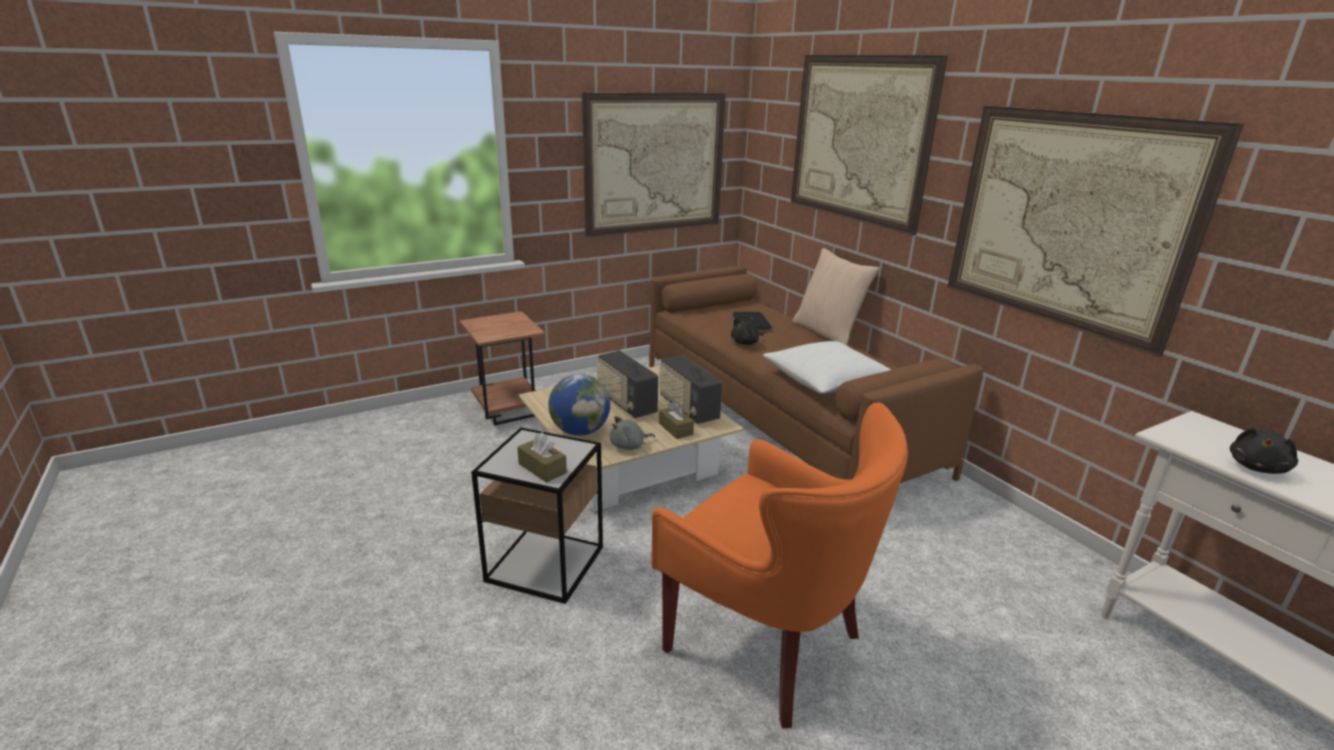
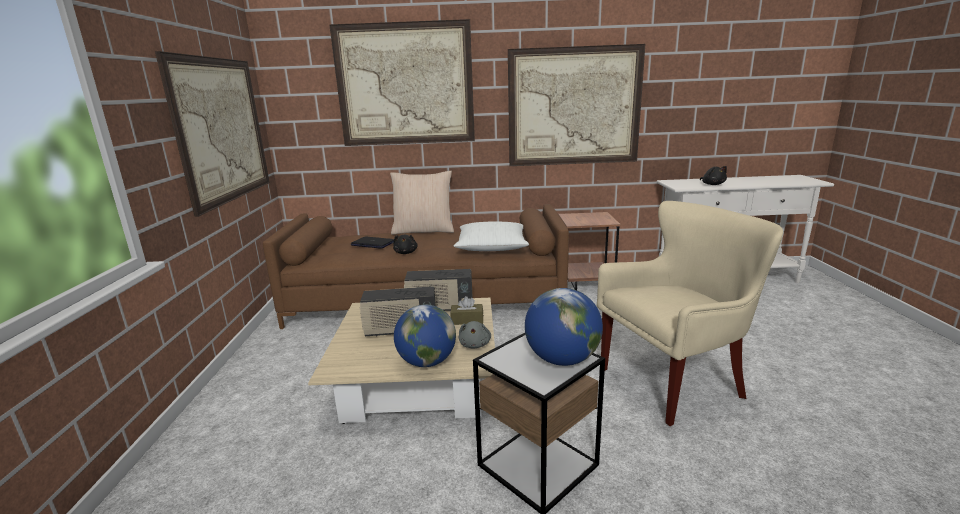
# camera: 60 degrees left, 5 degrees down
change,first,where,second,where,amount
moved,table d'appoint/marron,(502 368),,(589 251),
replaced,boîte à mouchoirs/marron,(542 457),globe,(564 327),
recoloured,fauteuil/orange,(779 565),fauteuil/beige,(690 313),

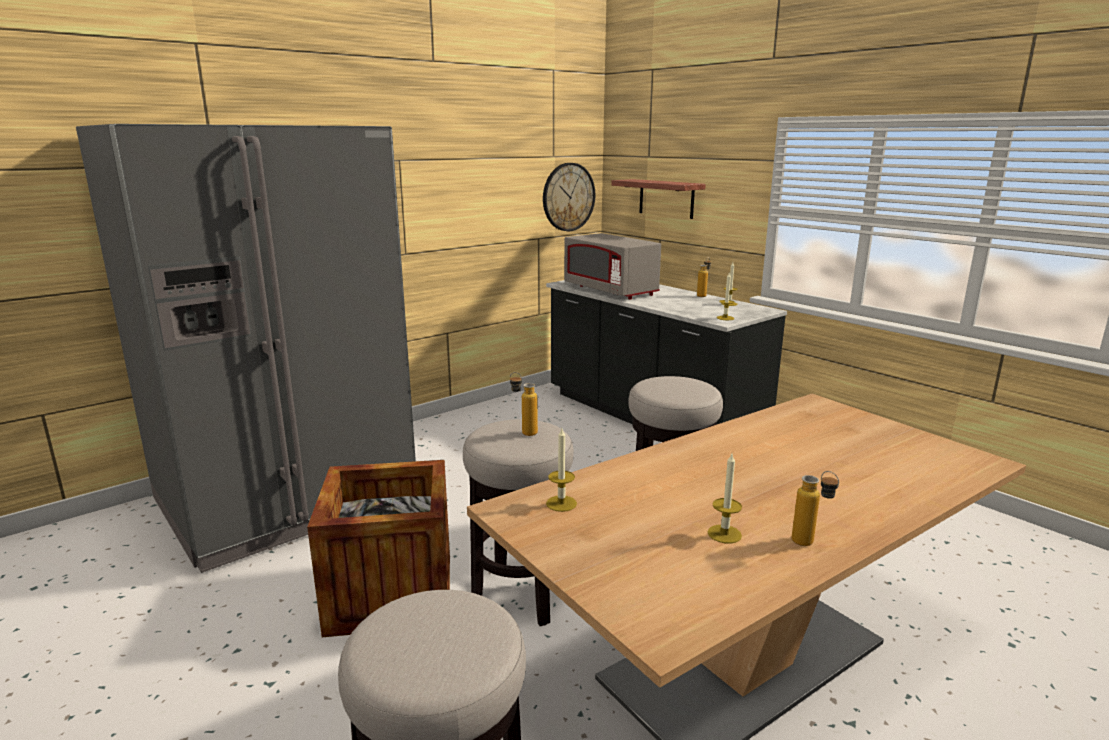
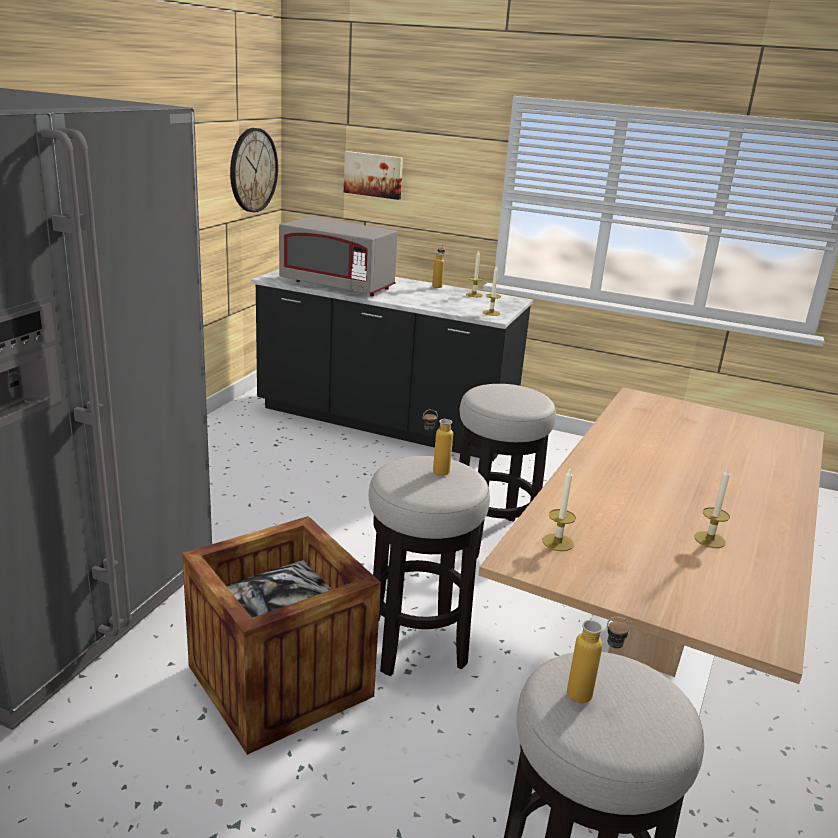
# camera: 30 degrees left, 5 degrees up
change,first,where,second,where,amount
replaced,étagère,(658 199),tableau,(373 175),
moved,bouteille,(815 508),,(599 660),

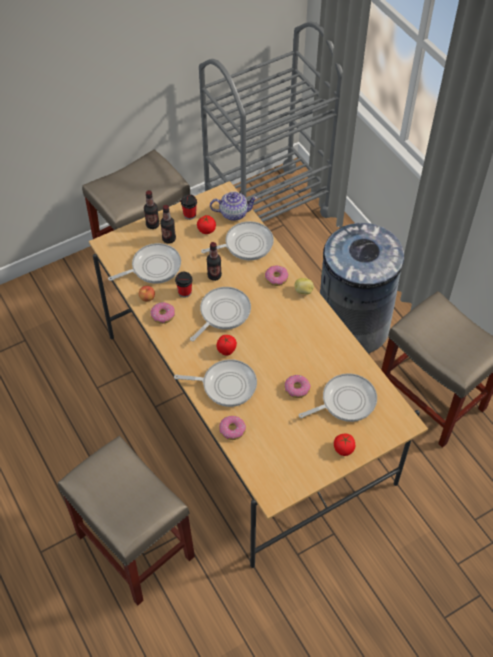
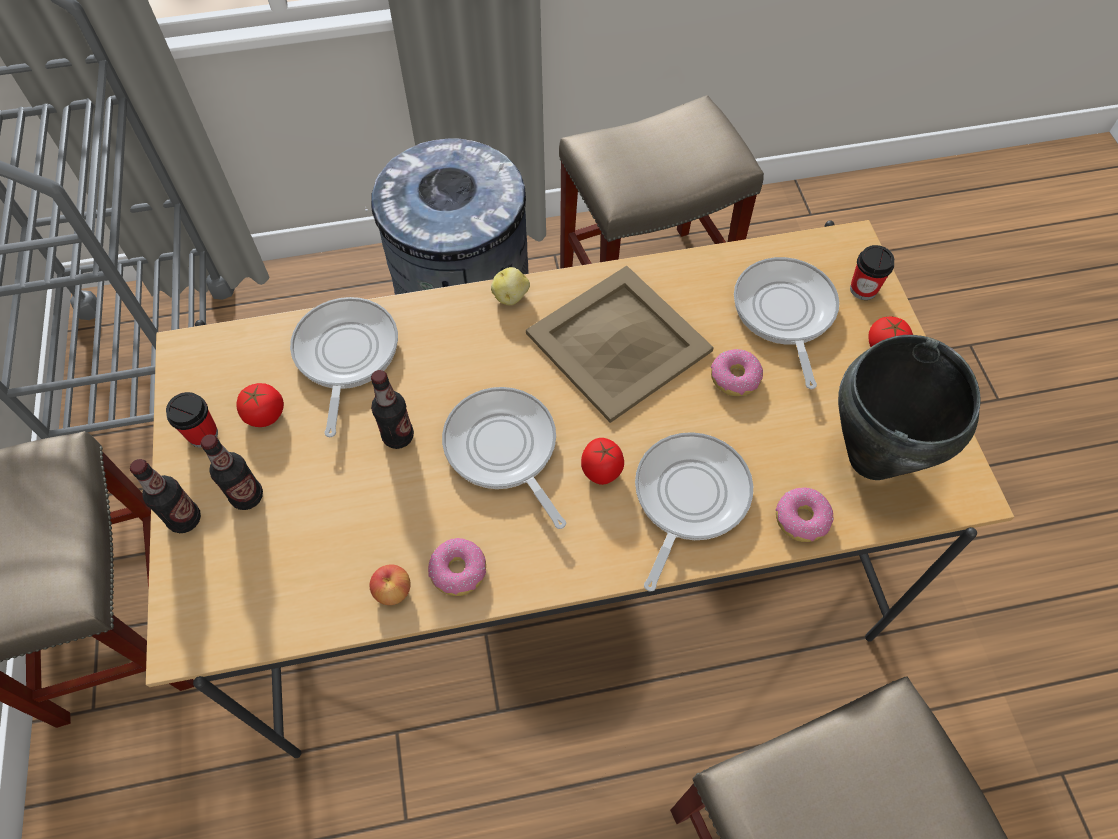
# camera: 70 degrees left, 5 degrees up
change,first,where,second,where,amount
removed,poêle,(144 263),,,
moved,tasse,(184 285),,(872 272),
removed,théière,(234 206),,,
removed,beignet,(276 275),,,
added,,,plateau/beige,(620 344),
added,,,marmite/noir,(909 407),

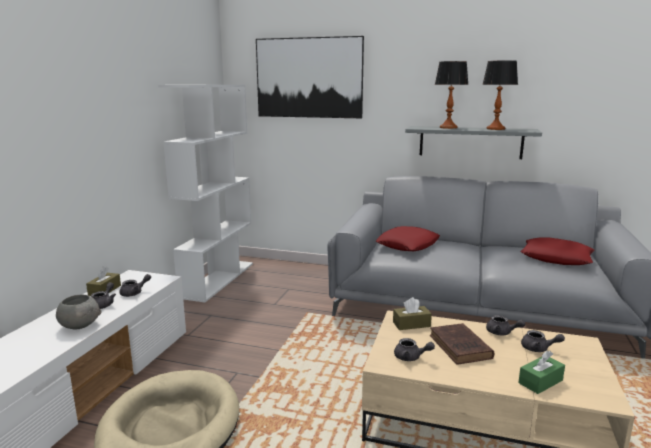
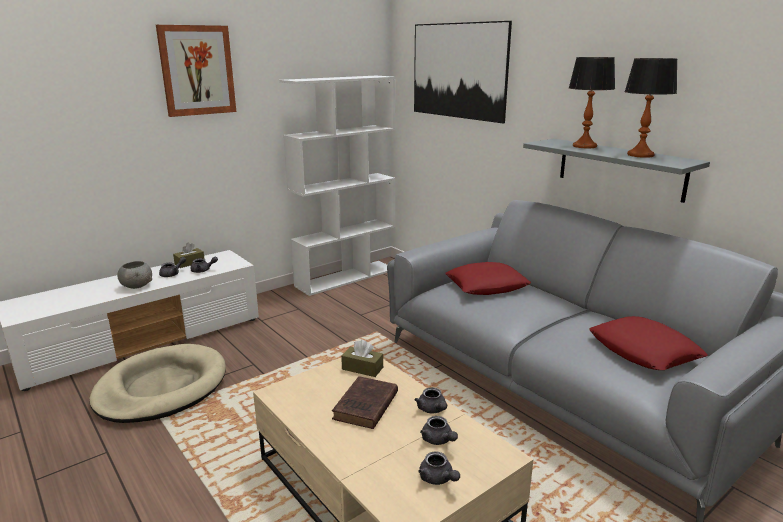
# camera: 35 degrees right, 5 degrees up
change,first,where,second,where,amount
moved,théière/gris,(414 349),,(439 468),
removed,boîte à mouchoirs/vert,(541 372),,,
added,,,tableau,(196 71),

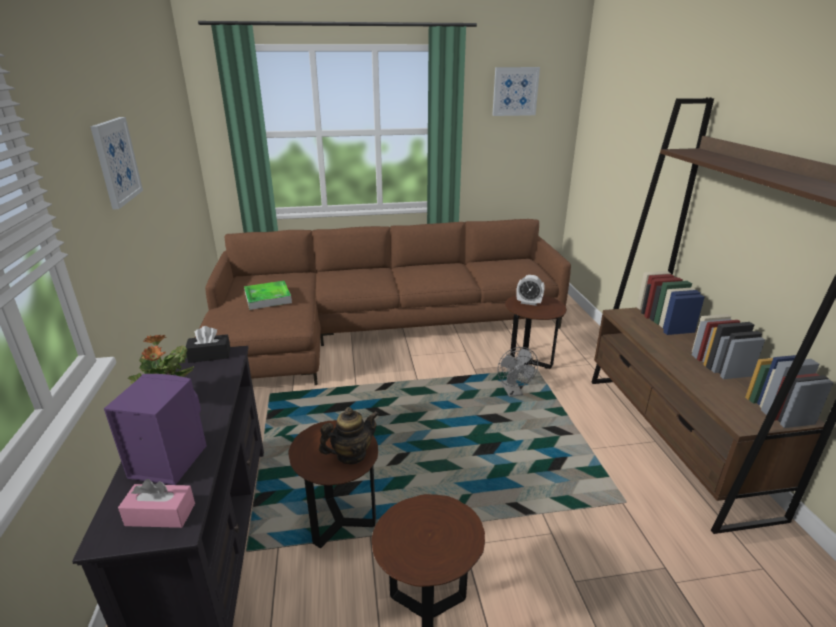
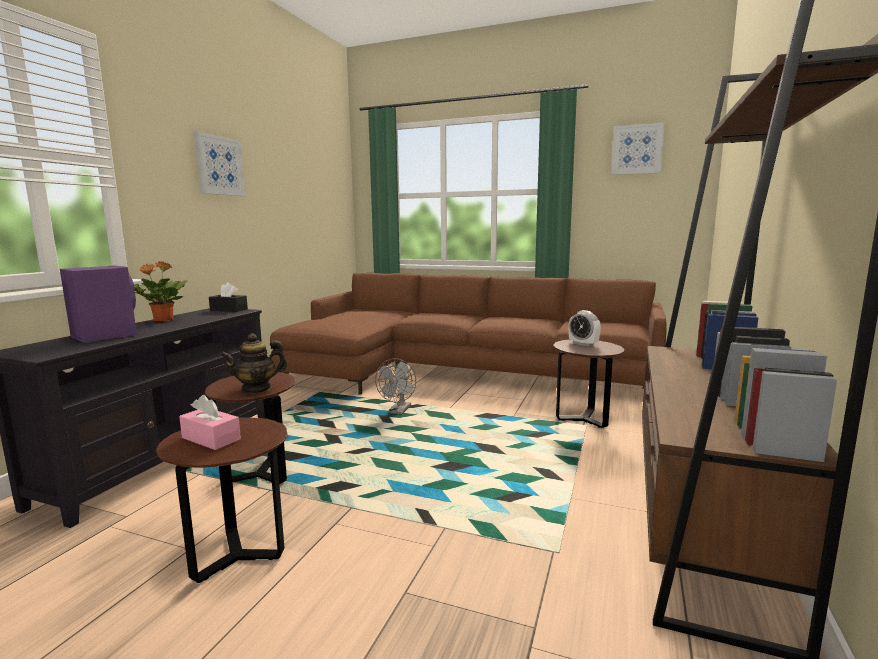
# camera: 30 degrees right, 15 degrees down
change,first,where,second,where,amount
moved,boîte à mouchoirs/rose,(156 503),,(210 422),
removed,plateau,(268 295),,,
turned,théière,(349 435),,(254 363),150 degrees clockwise
moved,ventilateur/gris,(517 372),,(395 386),

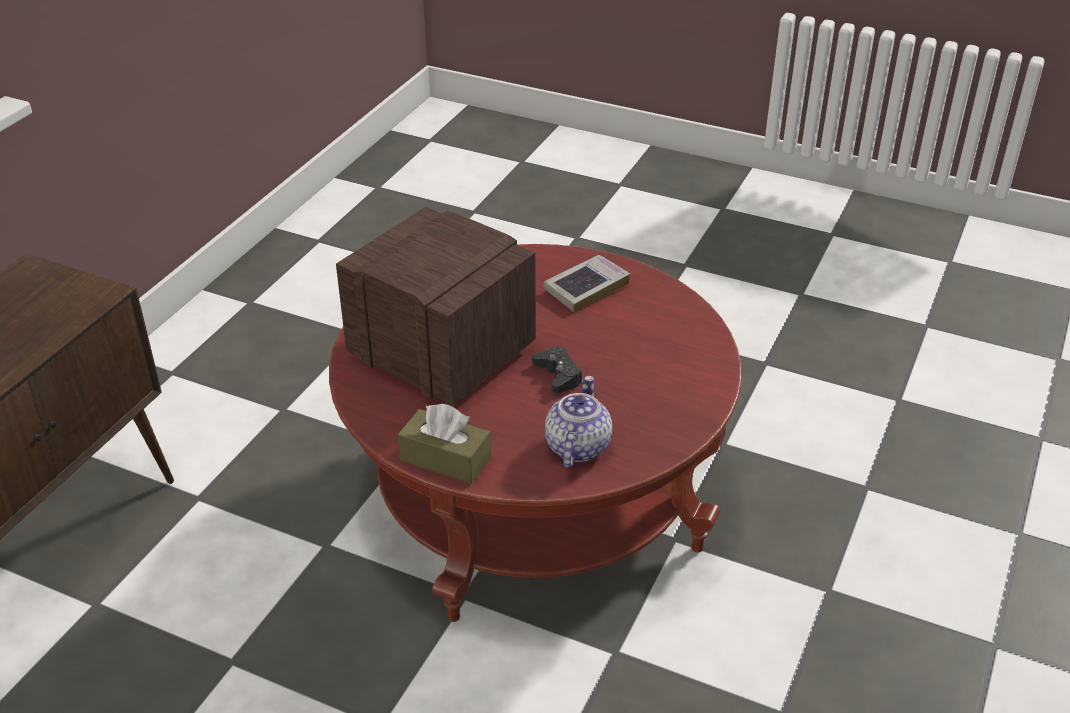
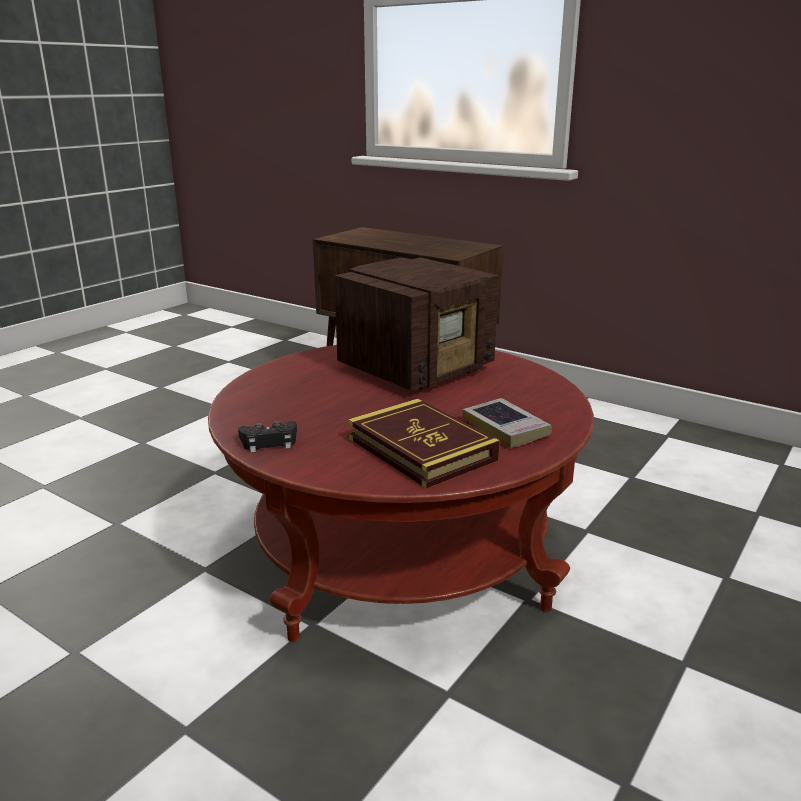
# camera: 100 degrees right, 15 degrees down
change,first,where,second,where,amount
removed,boîte à mouchoirs/marron,(444 444),,,
moved,manette/noir,(557 370),,(267 437),
removed,théière,(578 422),,,
added,,,livre,(424 444),

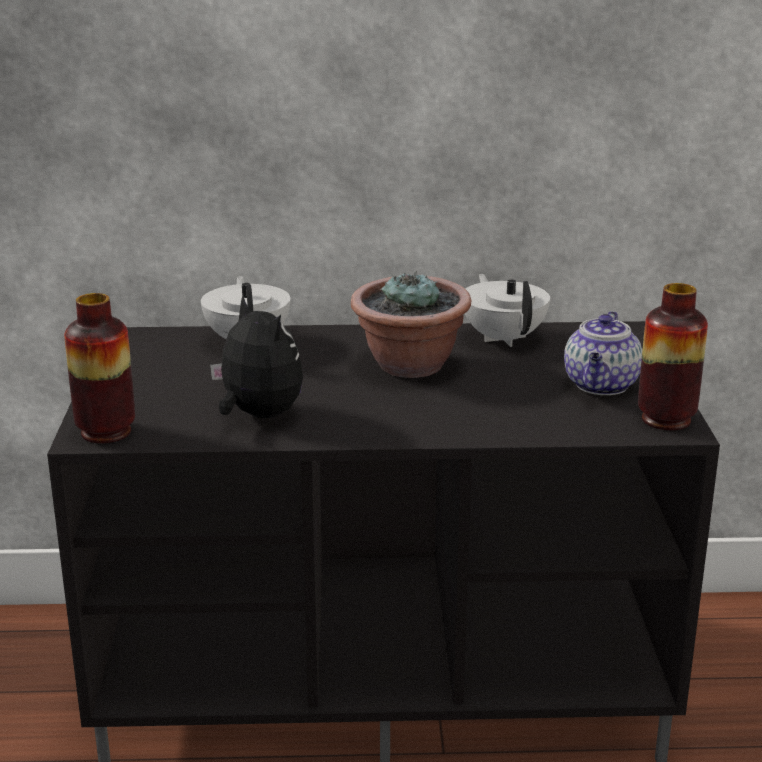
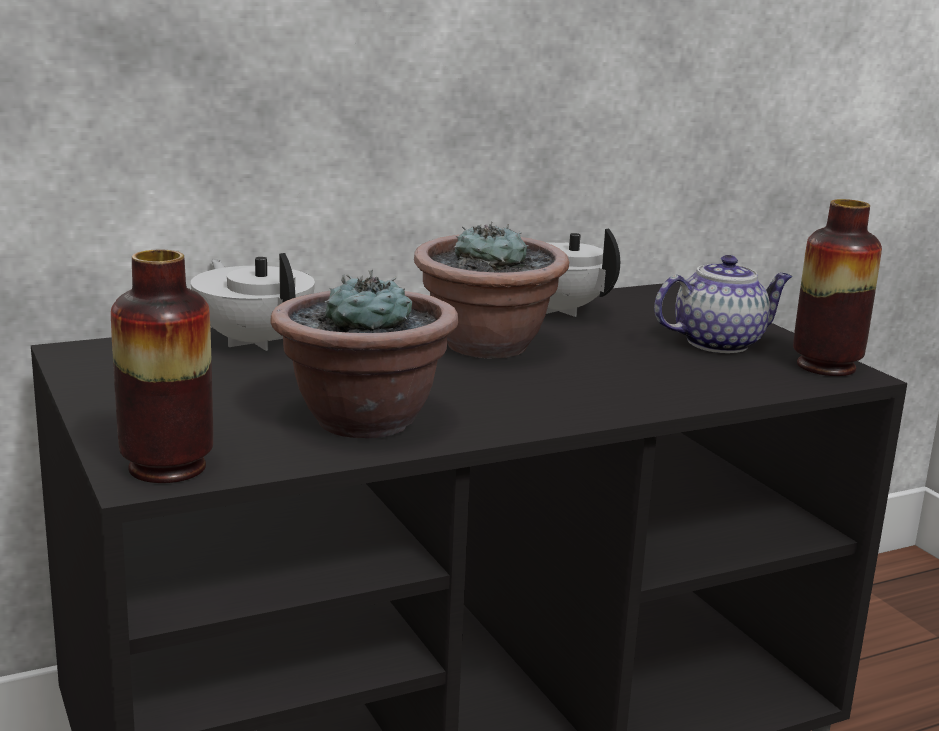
# camera: 25 degrees left, 5 degrees down
change,first,where,second,where,amount
replaced,peluche,(256 357),plante en pot,(365 354),
turned,théière,(603 353),,(723 304),105 degrees counterclockwise

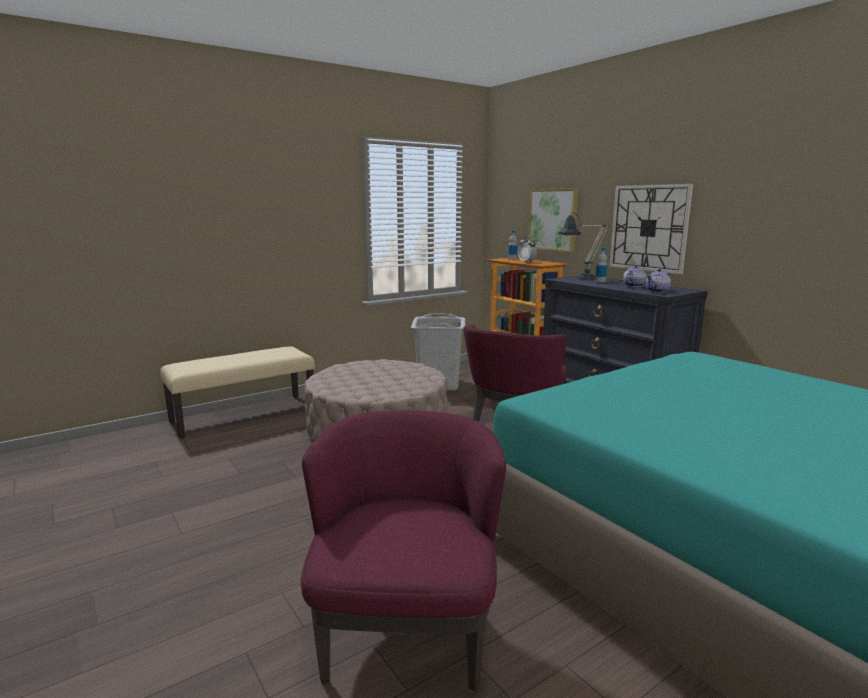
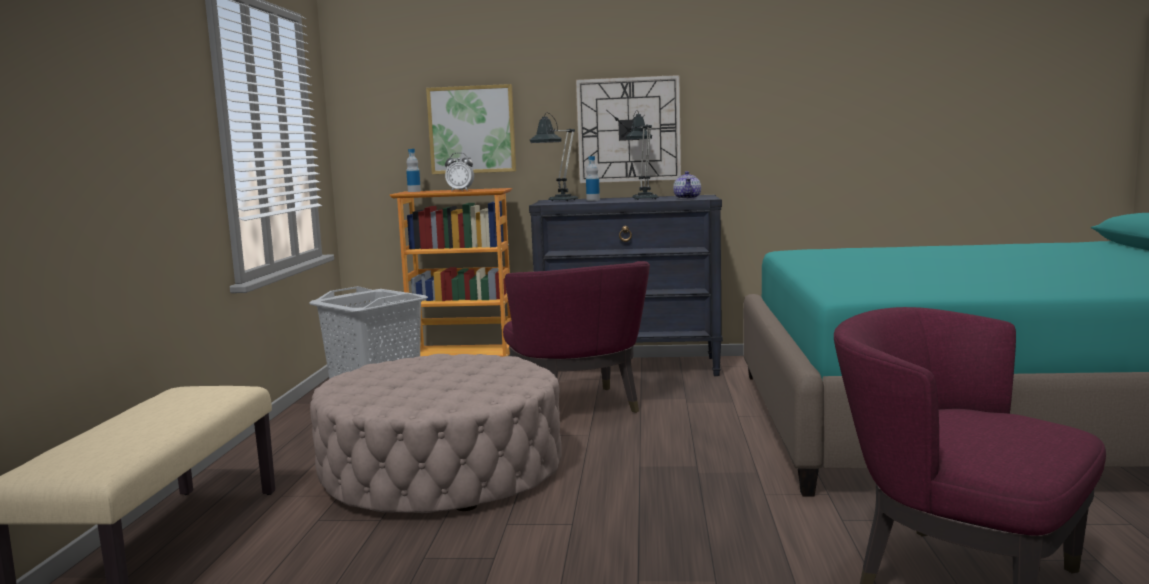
# camera: 50 degrees left, 5 degrees down
change,first,where,second,where,amount
replaced,théière,(634 276),lampe de table,(642 155),

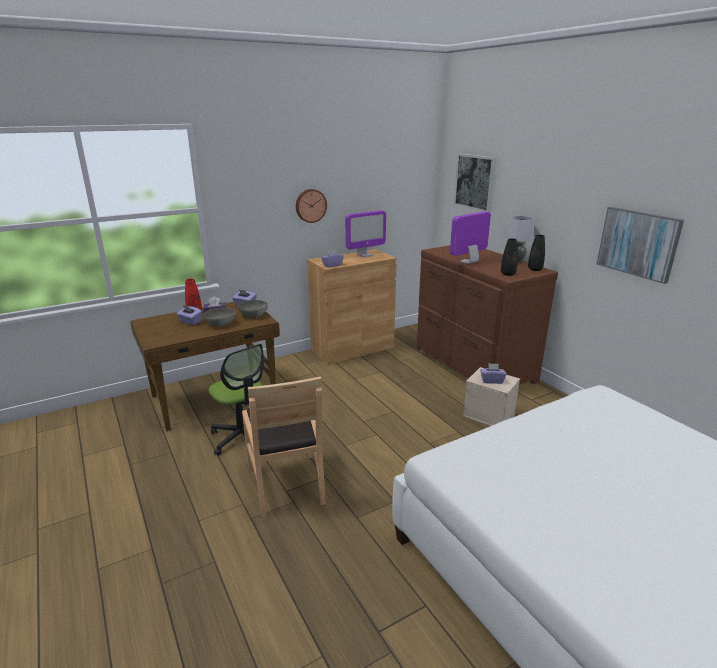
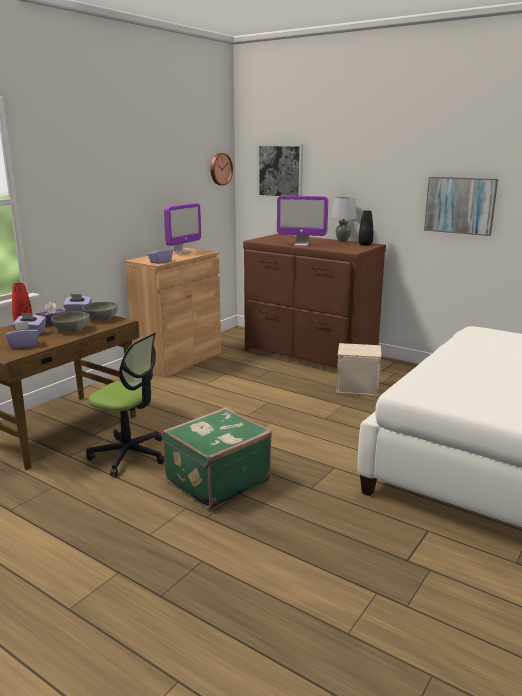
# camera: 25 degrees left, 5 degrees down
change,first,where,second,where,amount
replaced,chaise/marron,(284 447),valise/vert,(217 458),
moved,horloge murale,(311 206),,(222 169),
turned,écran d'ordinateur,(470 237),,(302 220),105 degrees counterclockwise
moved,boîte à mouchoirs/violet,(493 373),,(22 335),
removed,vase/noir,(509 257),,,

